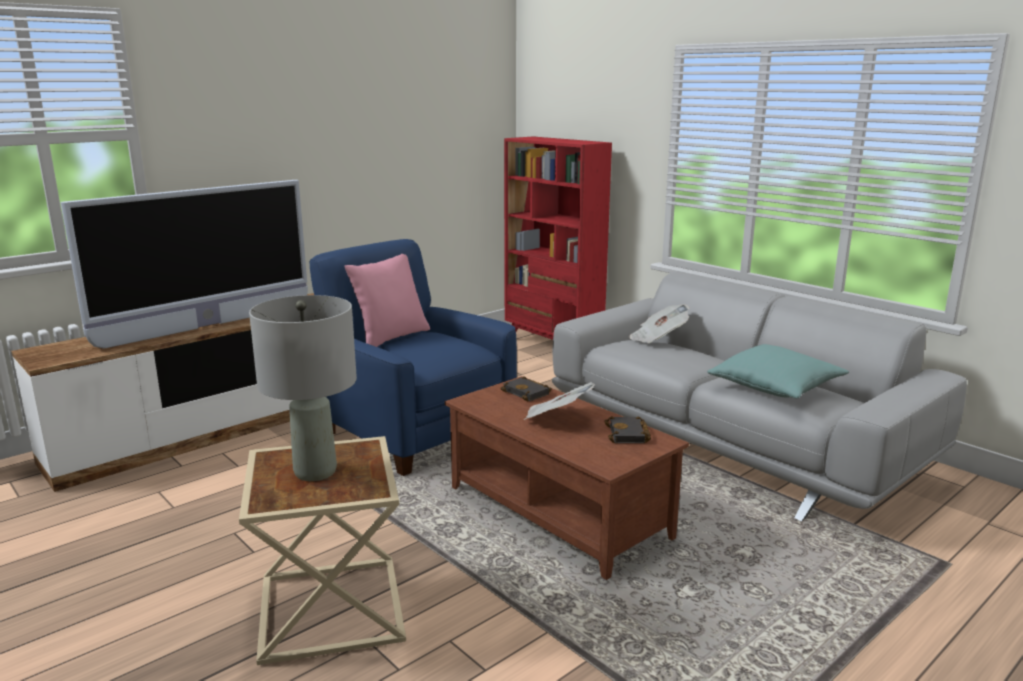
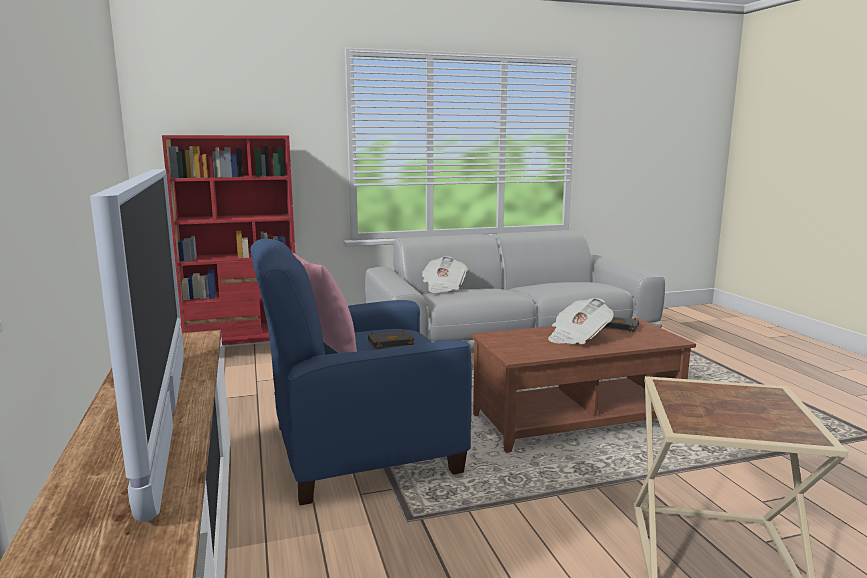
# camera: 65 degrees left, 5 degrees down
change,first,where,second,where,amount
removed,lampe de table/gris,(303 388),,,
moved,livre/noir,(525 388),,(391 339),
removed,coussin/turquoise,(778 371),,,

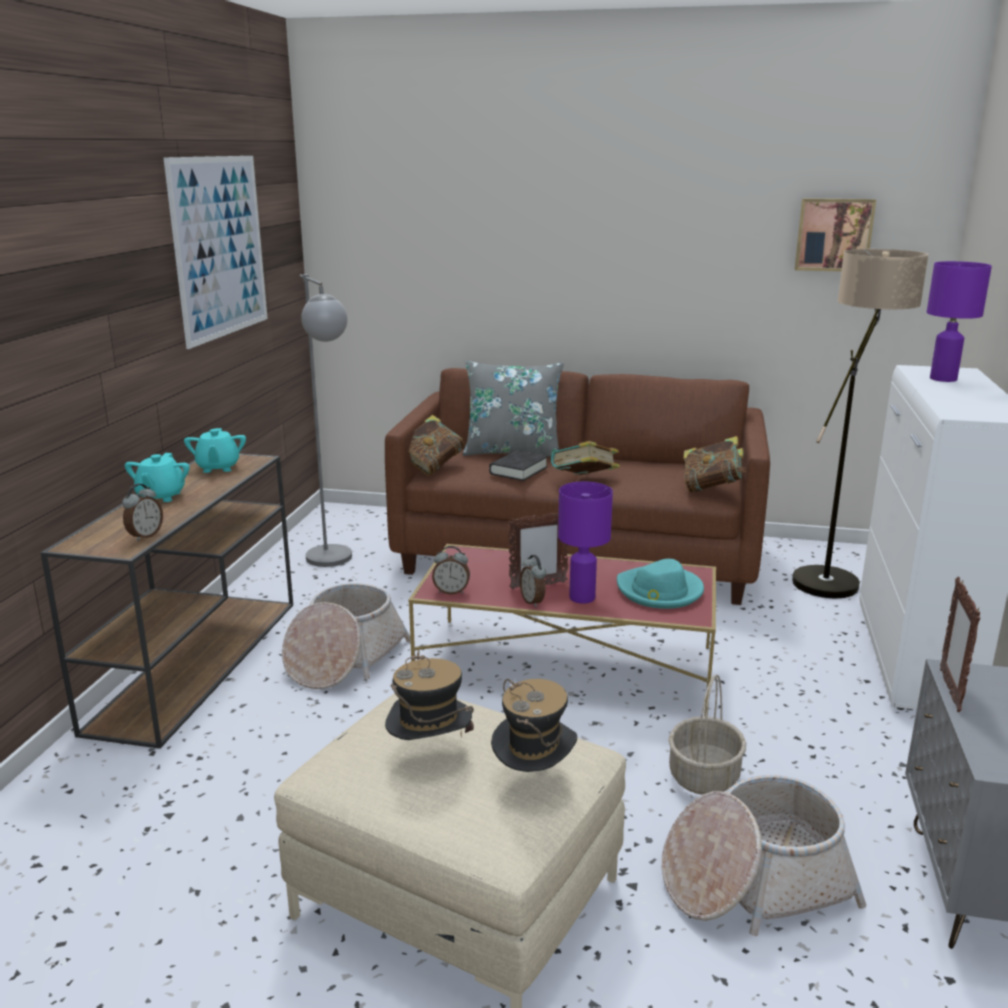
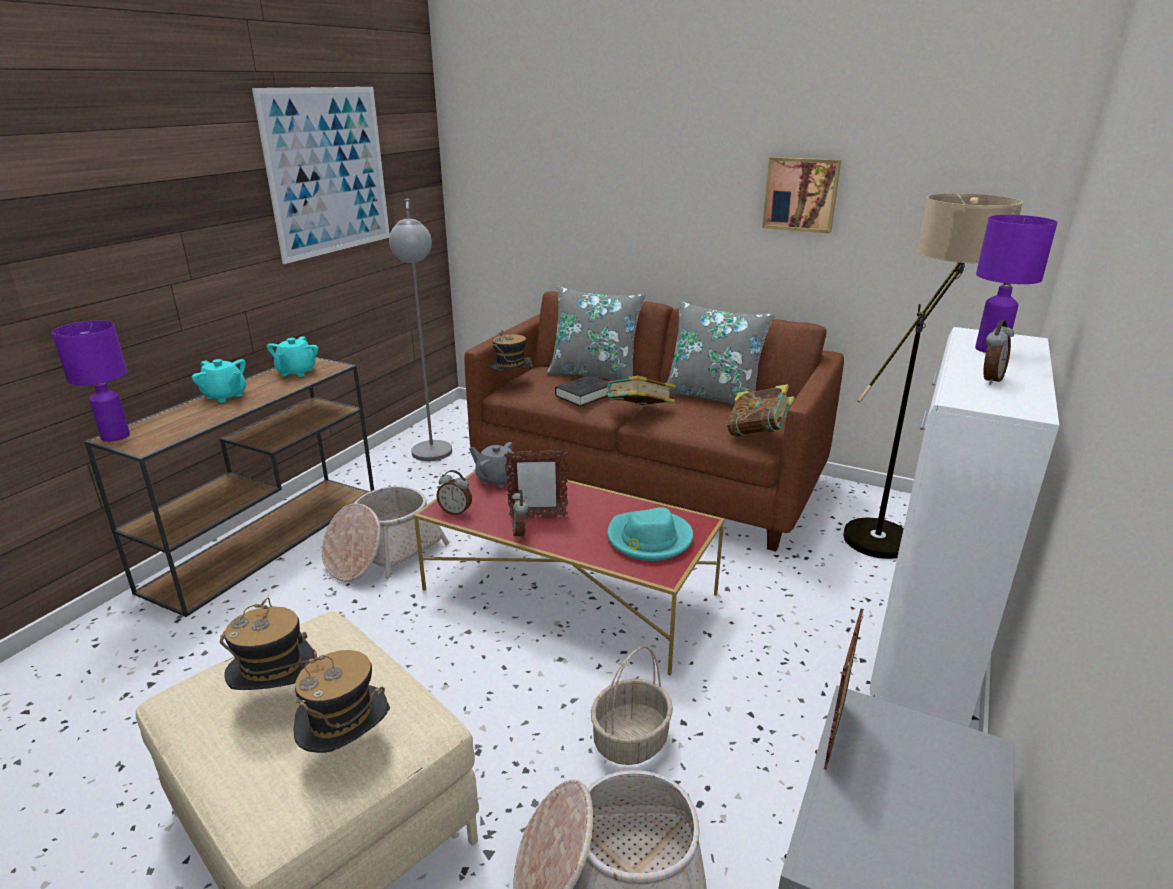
# camera: 15 degrees right, 5 degrees up
change,first,where,second,where,amount
moved,réveil,(142 512),,(998 352),
turned,théière/turquoise,(157 477),,(219 381),75 degrees counterclockwise
replaced,livre,(436 445),chapeau,(511 353),
moved,lampe de table/violet,(585 543),,(91 381),
moved,tableau,(835 235),,(801 195),
added,,,théière/gris,(495 465),
added,,,coussin/gris,(721 353),

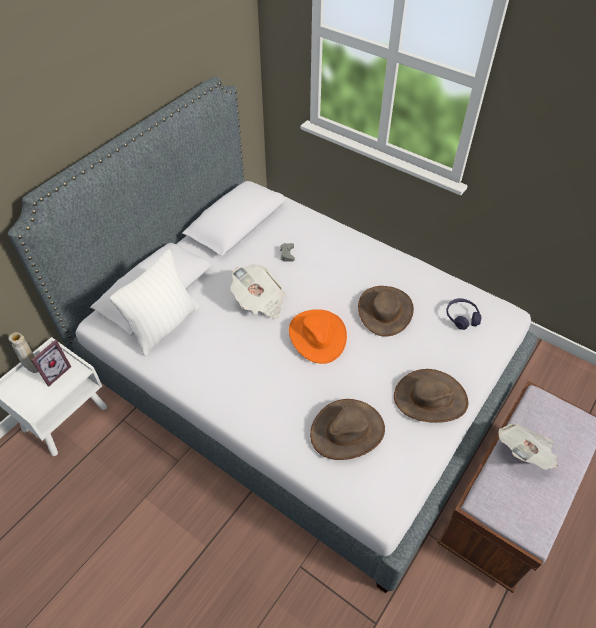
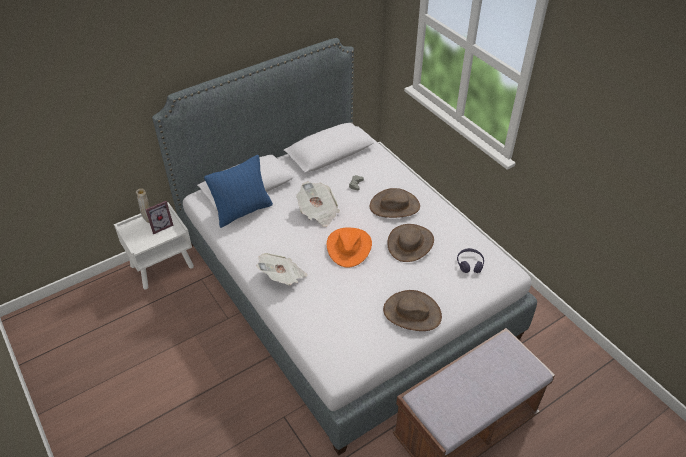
# camera: 20 degrees right, 5 degrees down
change,first,where,second,where,amount
recoloured,coussin/blanc,(154 302),coussin/bleu,(238 191),
moved,chapeau/marron,(347 429),,(395 203),
moved,journal,(528 446),,(281 269),

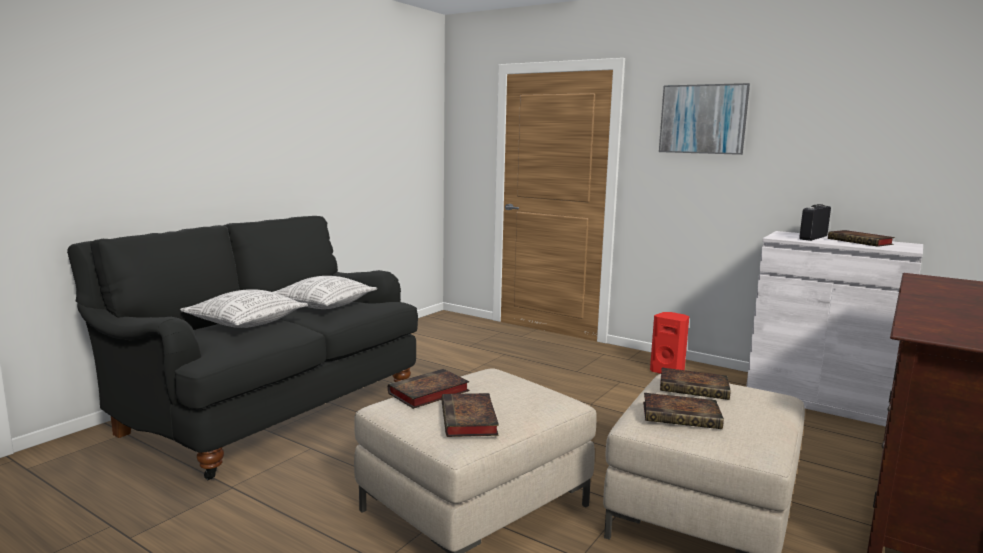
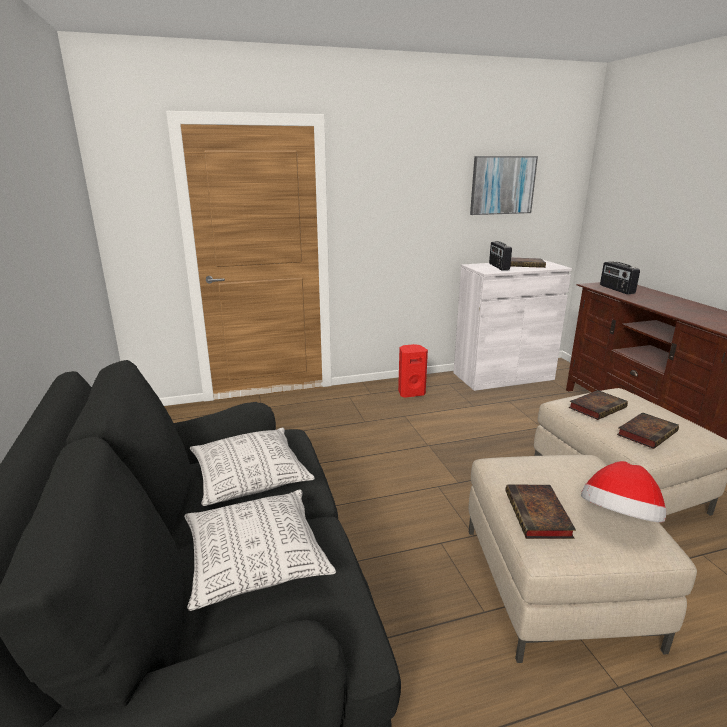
# camera: 50 degrees left, 10 degrees up
change,first,where,second,where,amount
replaced,livre,(470 415),chapeau,(623 492),
moved,tableau,(704 119),,(504 185),
added,,,radio,(620 277),

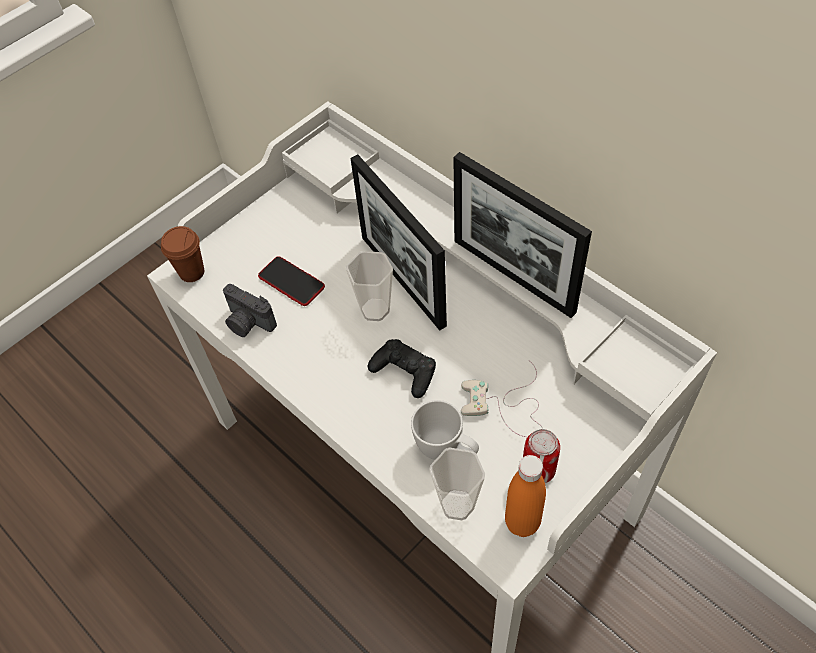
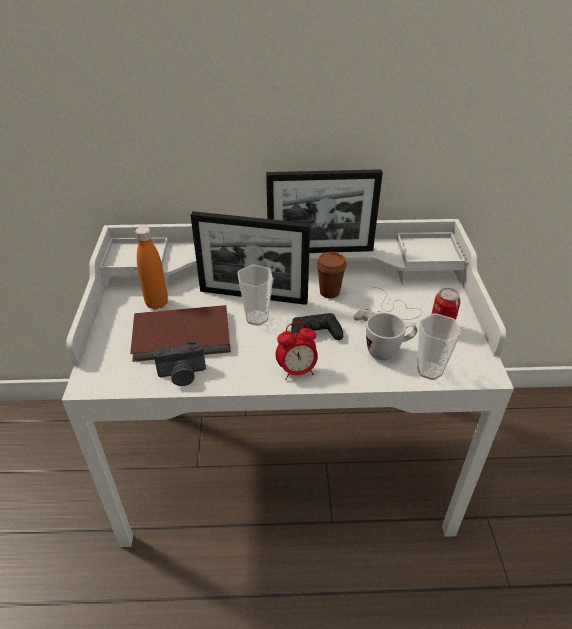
# camera: 50 degrees left, 15 degrees down
change,first,where,second,where,amount
moved,tasse/marron,(182 254),,(332 275),
replaced,téléphone,(291 281),livre/marron,(180 333),
moved,bouteille/orange,(525 496),,(151 268),
added,,,réveil,(296 351),

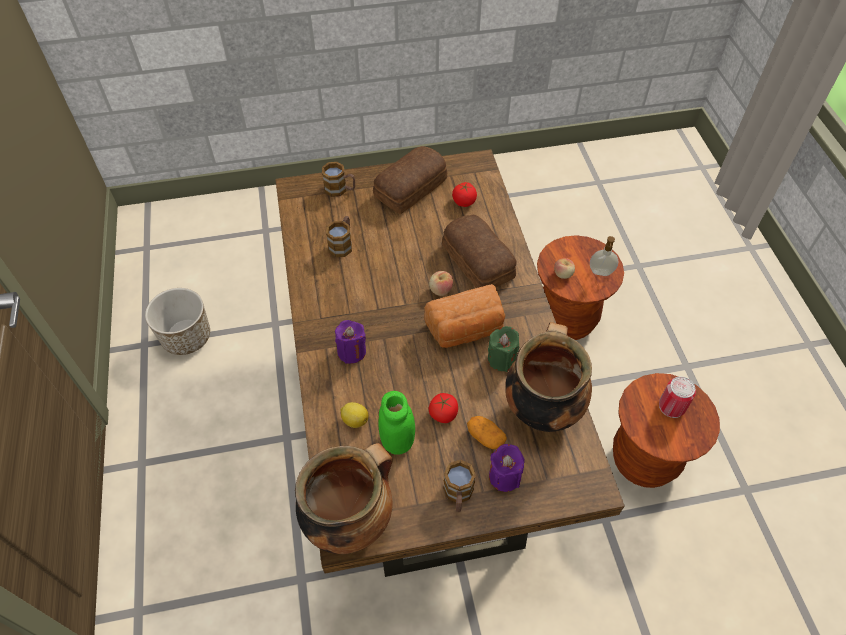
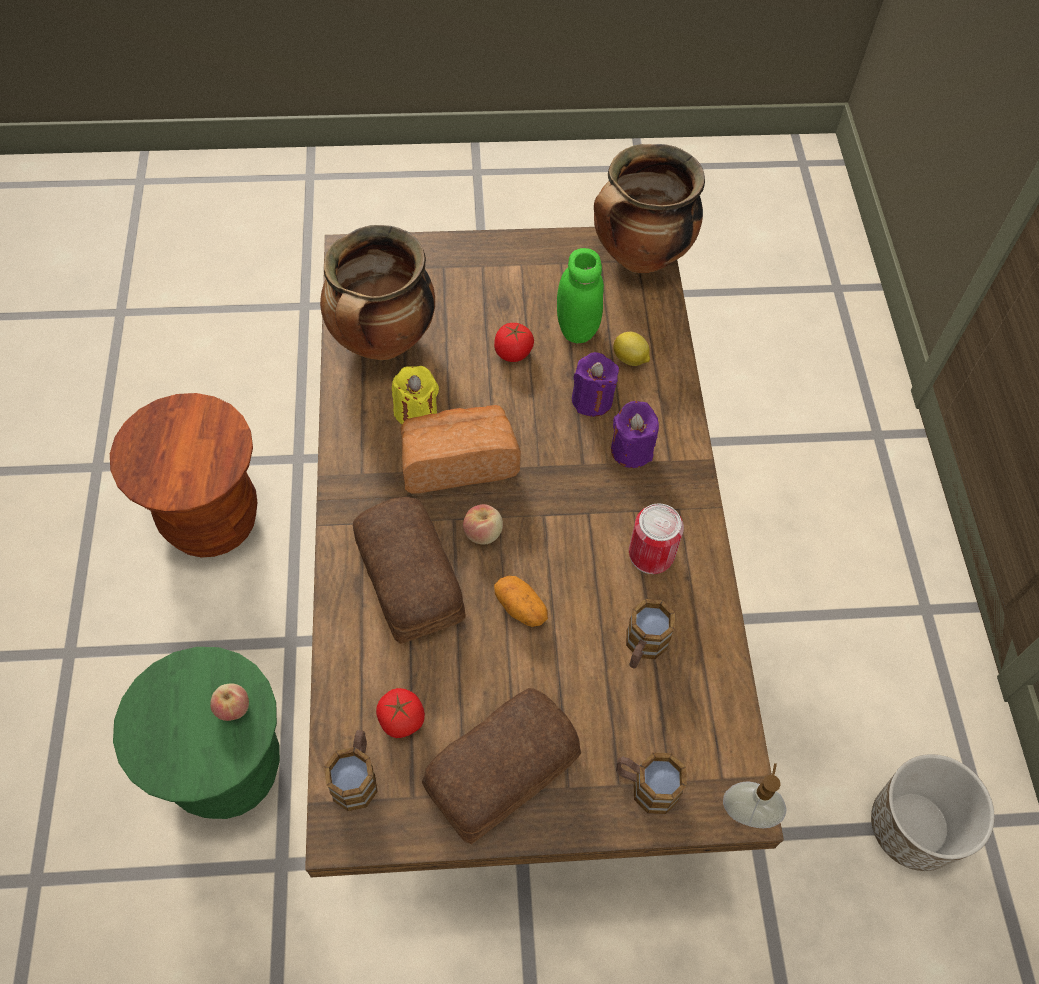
# camera: 175 degrees left, 5 degrees up
change,first,where,second,where,amount
moved,mug,(459 486),,(351 770),
moved,pomme de terre,(487 432),,(521 601),
recoloured,bougie/vert,(503 349),bougie/jaune,(415 395),
moved,bougie/violet,(507 468),,(595 384),
recoloured,tabouret/marron,(580 287),tabouret/vert,(196 733),
moved,distributeur de savon,(604 256),,(754 795),
moved,boîte métallique,(677 397),,(656 538),

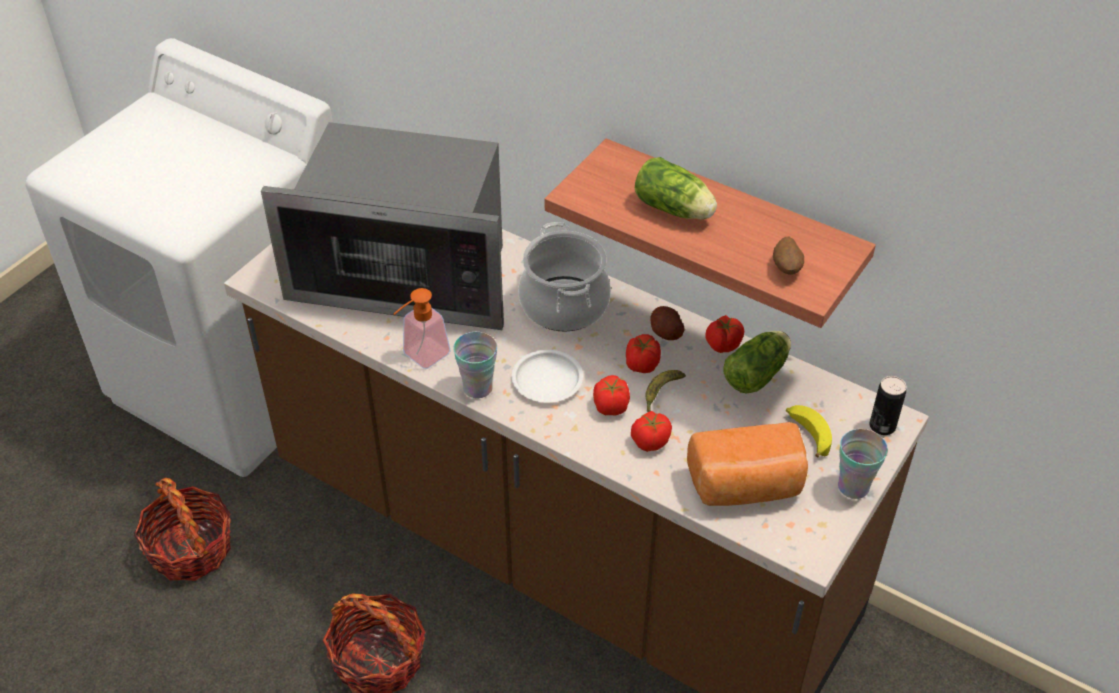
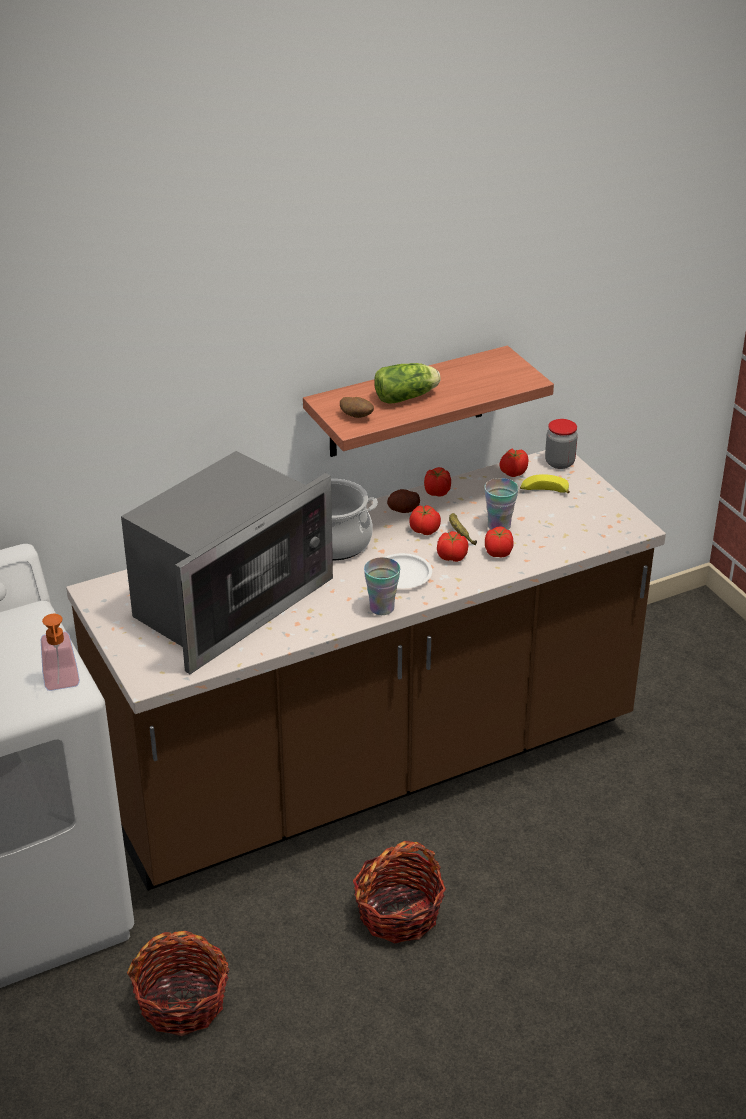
# camera: 60 degrees left, 10 degrees down
change,first,where,second,where,amount
moved,distributeur de savon,(422 328),,(60 652),
removed,pain,(747 464),,,
removed,laitue,(757 362),,,
moved,pomme de terre,(788 256),,(357 407),
moved,tasse,(863 464),,(501 504),
replaced,boîte métallique,(888 405),bocal,(561 444),
added,,,tomate,(514 463),

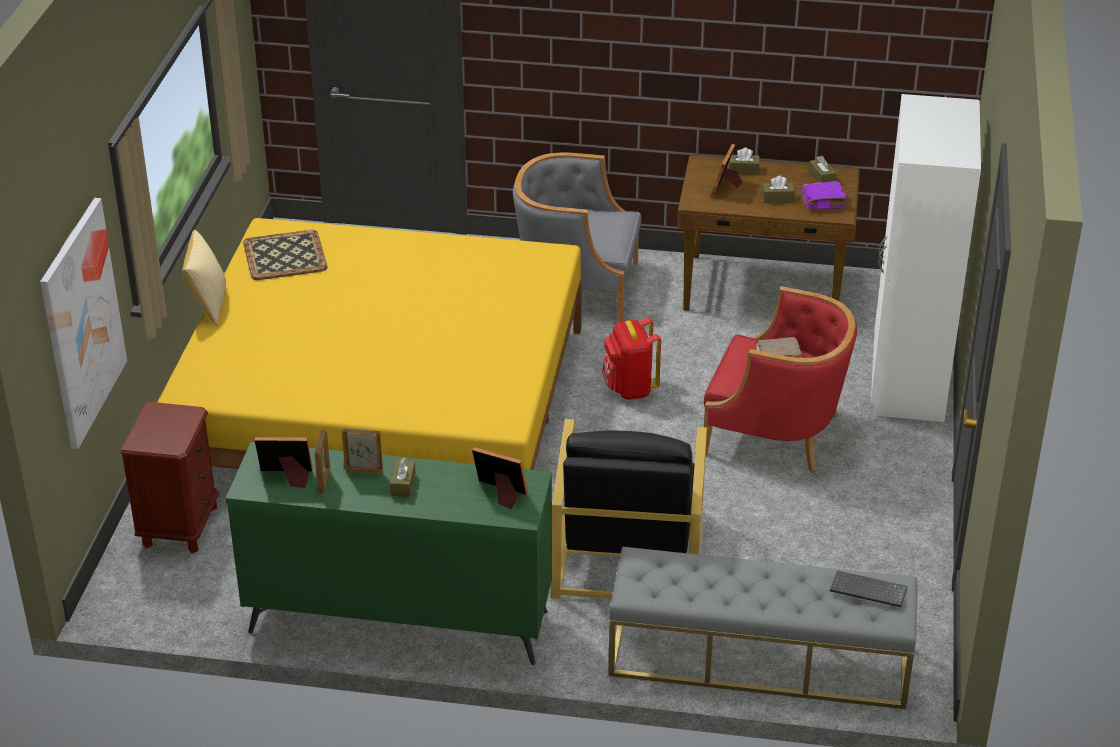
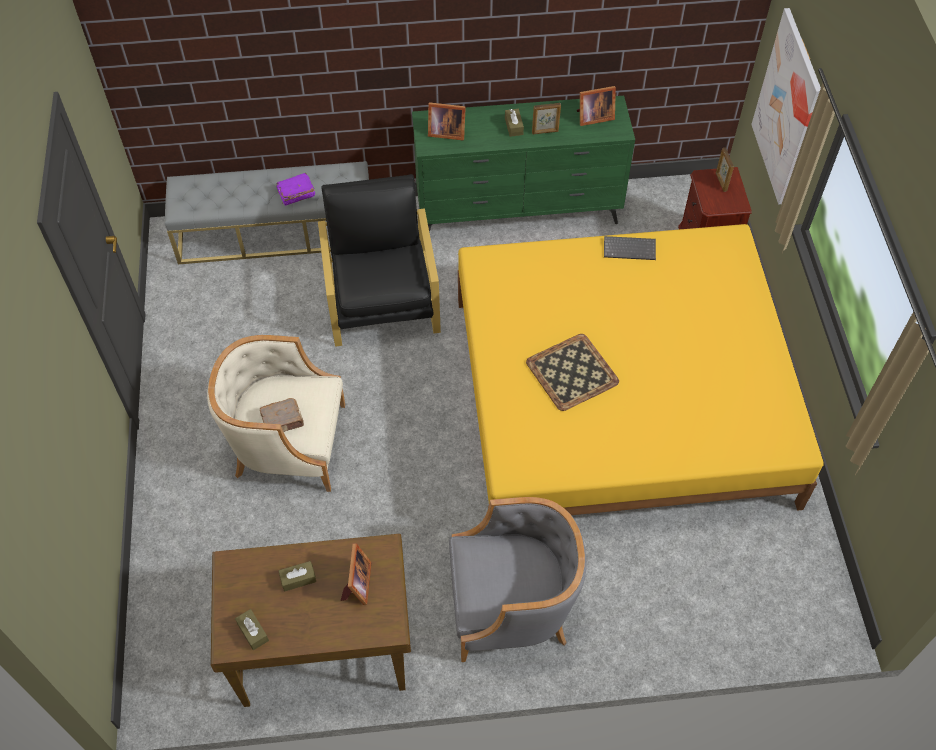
# camera: 165 degrees right, 20 degrees up
change,first,where,second,where,amount
removed,coussin,(204 277),,,
moved,plateau,(285 255),,(572 372),
moved,cadre photo,(322 461),,(725 170),
removed,sac à dos/rouge,(631 359),,,
recoloured,fauteuil/rouge,(780 379),fauteuil/beige,(276 413),
removed,boîte à mouchoirs/marron,(744 161),,,
moved,livre/violet,(824 195),,(295 189),
moved,clavier,(869 589),,(630 248),
removed,armoire/blanc,(926 258),,,

